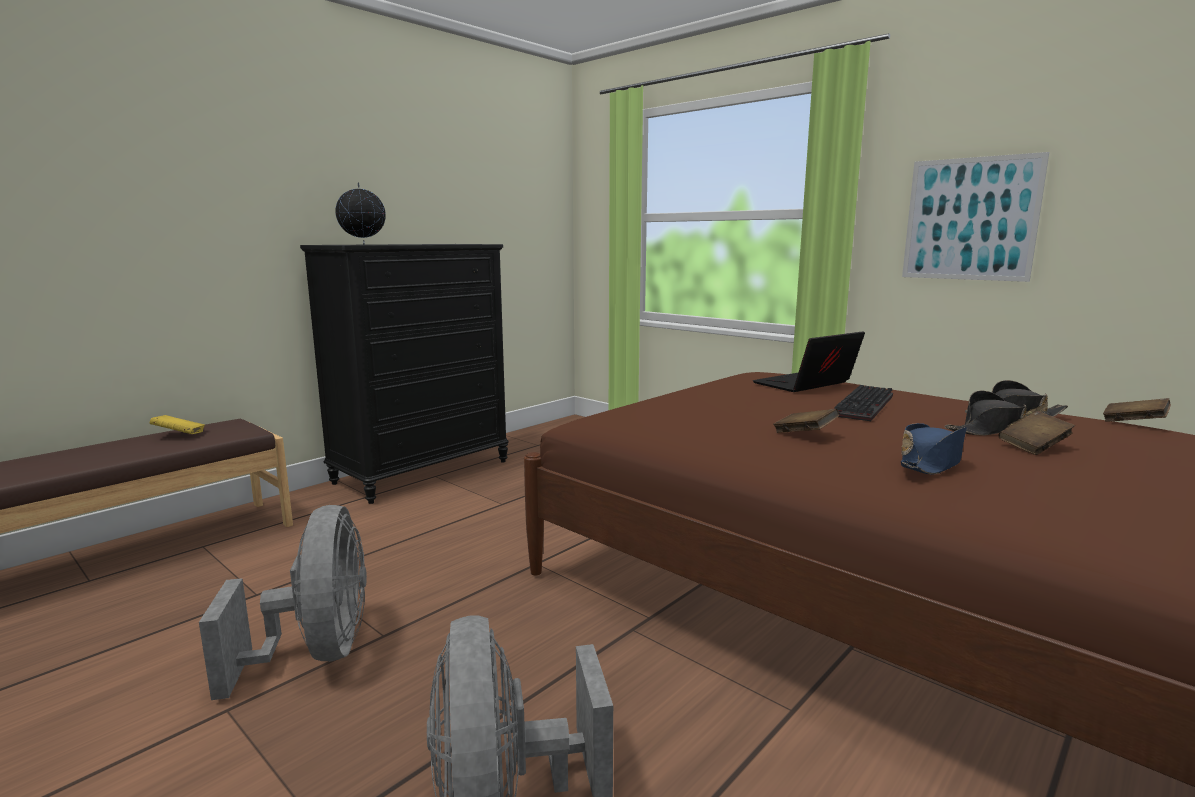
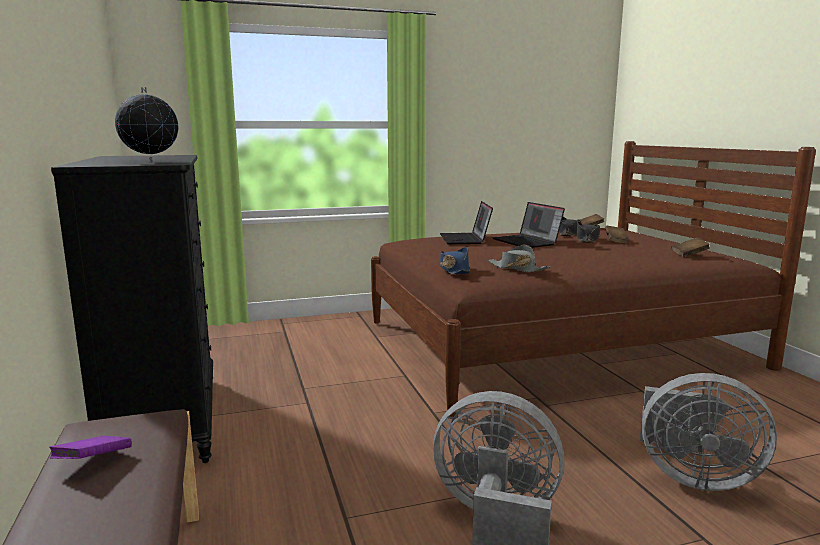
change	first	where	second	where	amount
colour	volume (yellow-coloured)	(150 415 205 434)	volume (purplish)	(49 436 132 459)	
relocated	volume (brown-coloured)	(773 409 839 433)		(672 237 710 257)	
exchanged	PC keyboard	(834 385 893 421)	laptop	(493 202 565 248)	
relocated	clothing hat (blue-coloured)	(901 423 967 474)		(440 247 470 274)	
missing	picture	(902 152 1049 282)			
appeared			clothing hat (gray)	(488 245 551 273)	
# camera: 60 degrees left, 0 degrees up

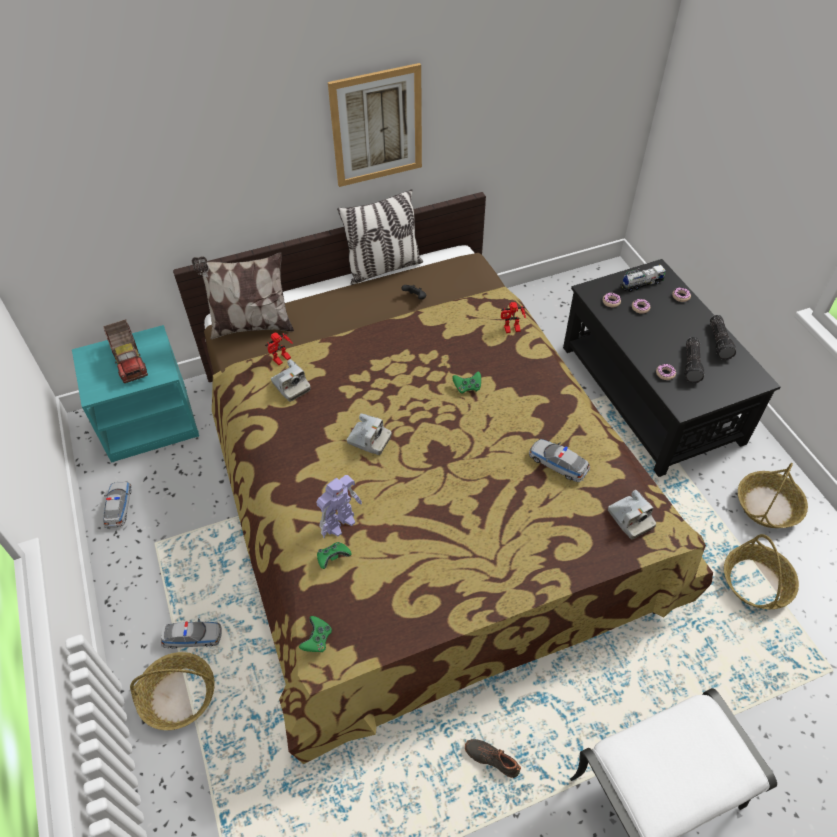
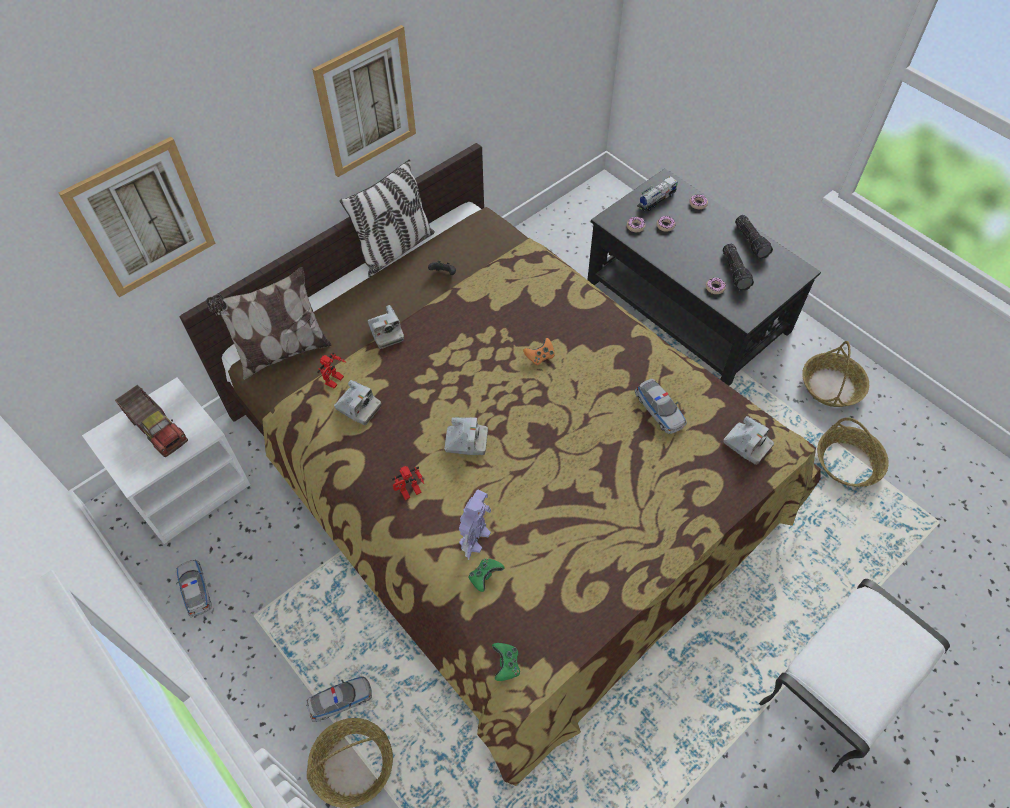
change	first	where	second	where	amount
colour	nightstand (turquoise)	(72 325 199 463)	nightstand (whitish)	(82 378 251 544)	
colour	game controller (green-coloured)	(452 372 481 394)	game controller (orange)	(523 338 555 365)	
missing	item of footwear (black-coloured)	(465 739 521 778)			
relocated	robot figure	(501 302 526 333)		(392 466 424 500)	
spun	miniature car	(529 439 590 482)		(635 379 686 434)	135 degrees counterclockwise
appeared			picture	(58 137 216 297)	
appeared			photo camera	(368 305 404 349)	
# camera: 20 degrees left, 5 degrees up

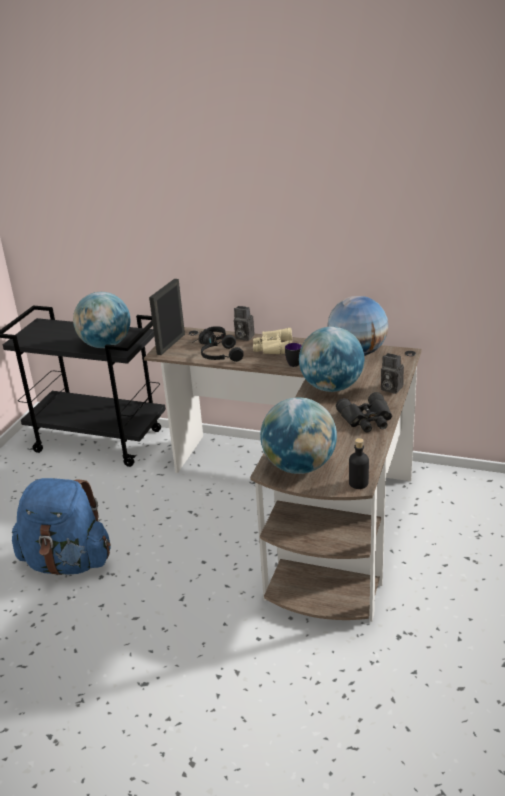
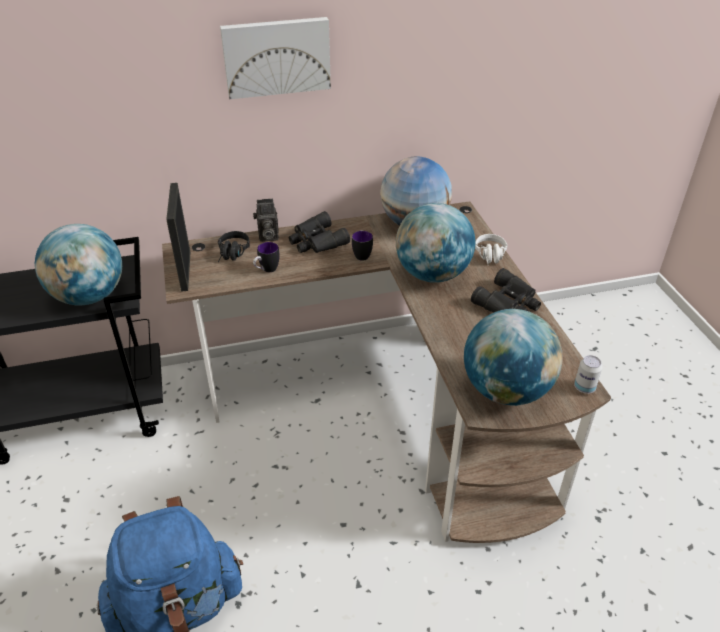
change	first	where	second	where	amount
exchanged	headset (black-coloured)	(201 335 244 362)	tea mug	(253 242 280 272)	
colour	binoculars (beige-coloured)	(253 328 293 354)	binoculars (black-coloured)	(289 211 350 253)	
exchanged	beverage bottle (black-coloured)	(349 438 369 489)	sealed can	(574 355 602 394)	
exchanged	photo camera	(381 353 404 394)	headset (whitish)	(475 234 508 266)	
appeared			picture	(220 17 331 99)	
# camera: 35 degrees left, 10 degrees up

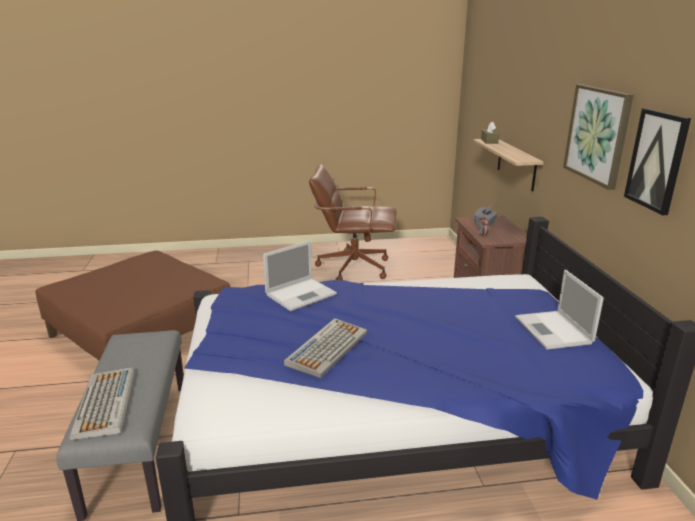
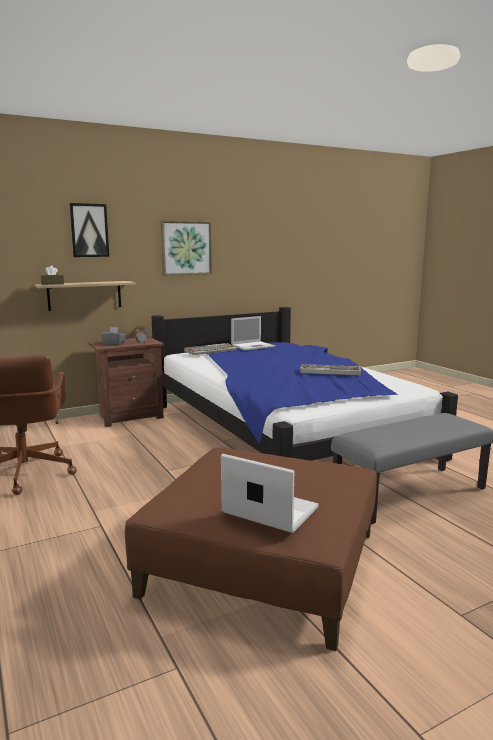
change	first	where	second	where	amount
relocated	PC keyboard	(69 367 135 440)		(184 343 237 355)	
relocated	laptop	(263 241 337 311)		(221 454 319 533)	
relocated	picture	(624 108 691 215)		(69 203 109 257)	
# camera: 110 degrees left, 10 degrees down

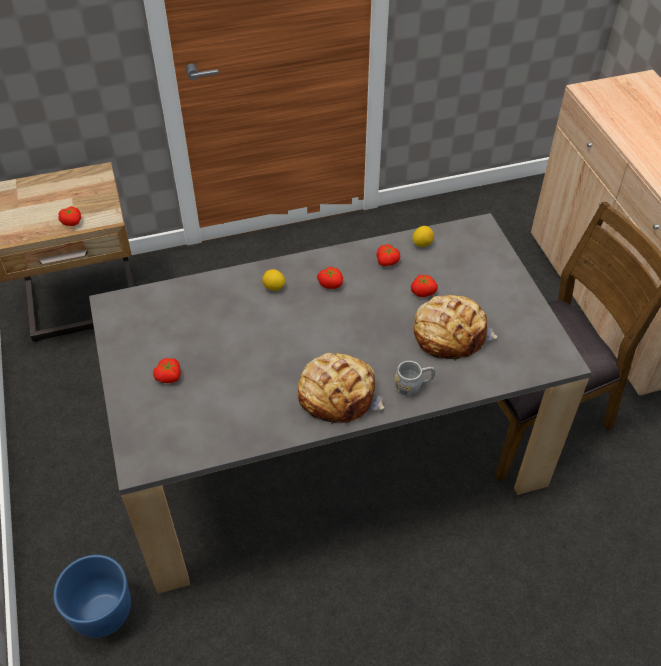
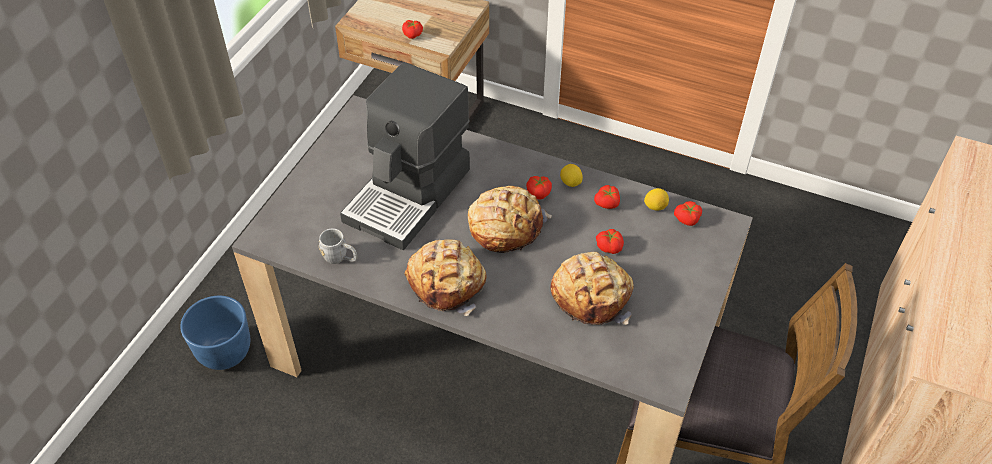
change	first	where	second	where	amount
relocated	fresh tomato	(153 358 181 383)		(674 201 702 226)	
relocated	citrus fruit	(262 269 286 291)		(560 164 583 187)	
relocated	tea mug (gray)	(395 361 435 396)		(319 228 358 264)	
appeared			coffee machine	(340 62 470 250)	
appeared			baked bread	(468 186 552 253)	
# camera: 40 degrees right, 0 degrees up

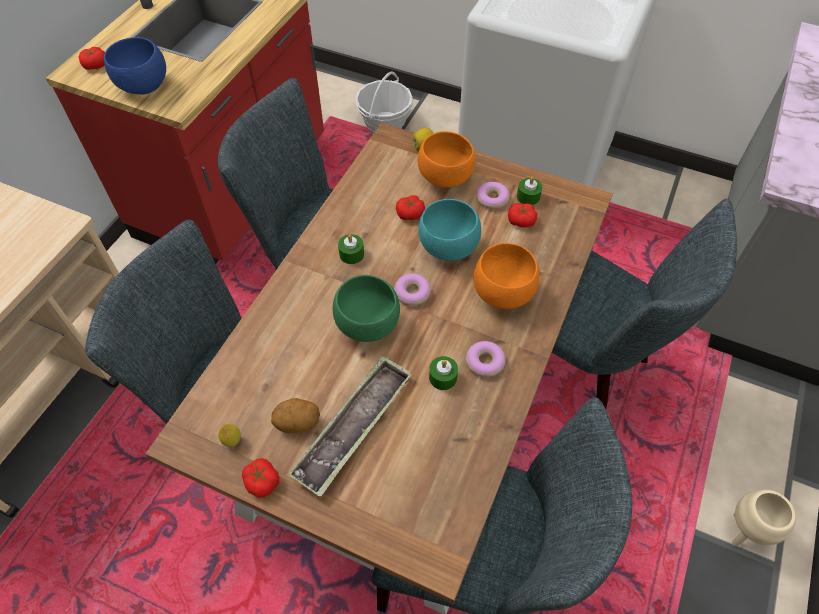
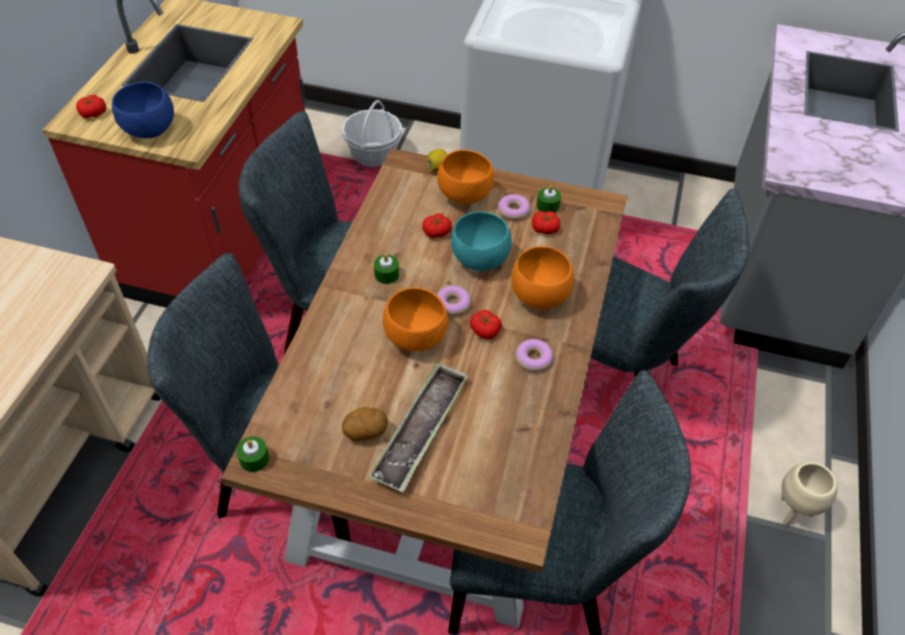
change	first	where	second	where	amount
missing	citrus fruit	(218 424 241 447)			
relocated	fresh tomato	(242 458 279 498)		(470 310 502 340)	
colour	bowl (green-coloured)	(333 275 400 342)	bowl (orange)	(383 287 448 351)	
relocated	wax light (green-coloured)	(429 356 458 390)		(236 436 269 472)	
# camera: 10 degrees left, 5 degrees down

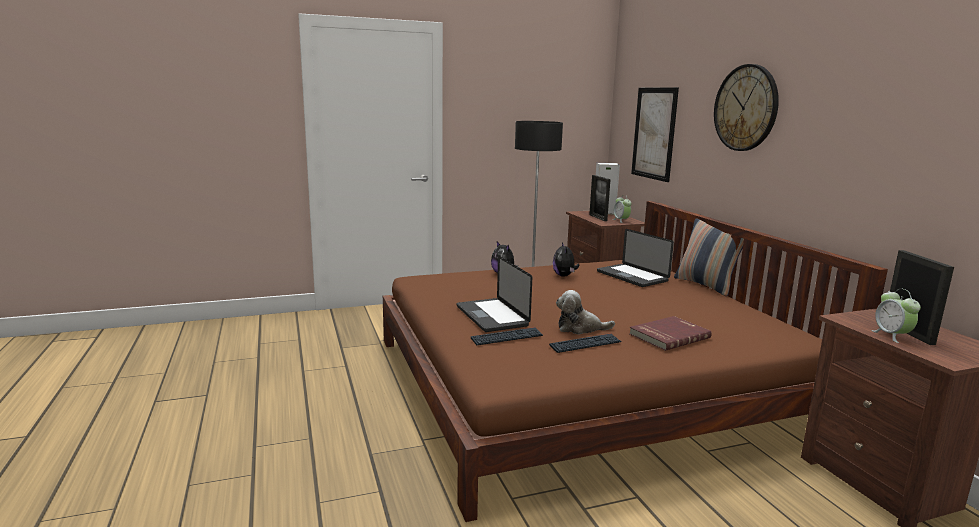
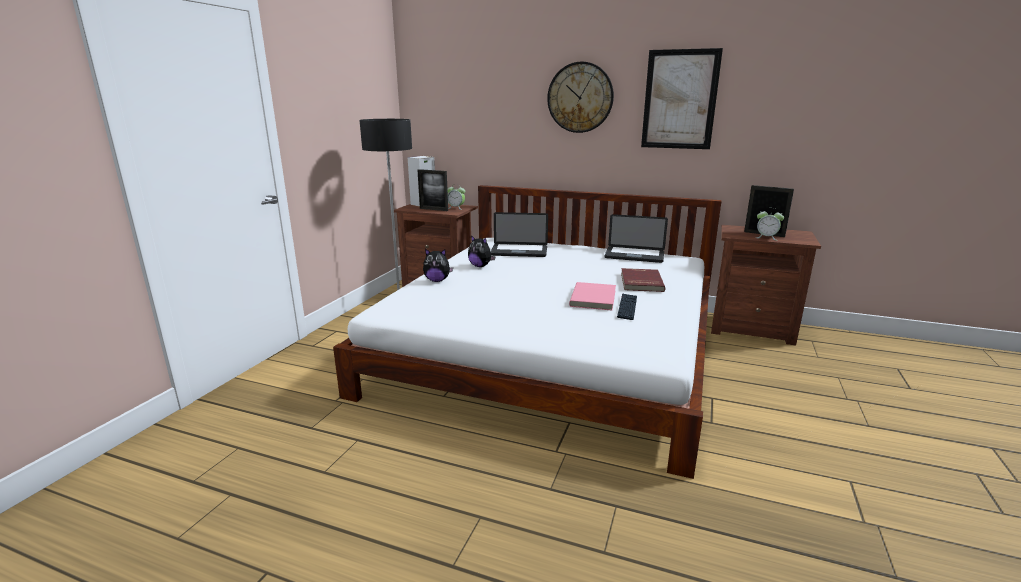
change	first	where	second	where	amount
colour	bedroom bed (brown-coloured)	(383 201 888 522)	bedroom bed (whitish)	(333 185 721 479)	
relocated	laptop	(457 256 532 332)		(605 214 668 263)	
missing	PC keyboard	(471 327 543 345)			
exchanged	cuddly toy	(556 290 615 335)	volume (pinkish)	(569 282 616 311)	
relocated	picture	(631 87 679 182)		(641 48 723 149)	
missing	cushion	(674 219 744 296)			
# camera: 50 degrees left, 5 degrees up

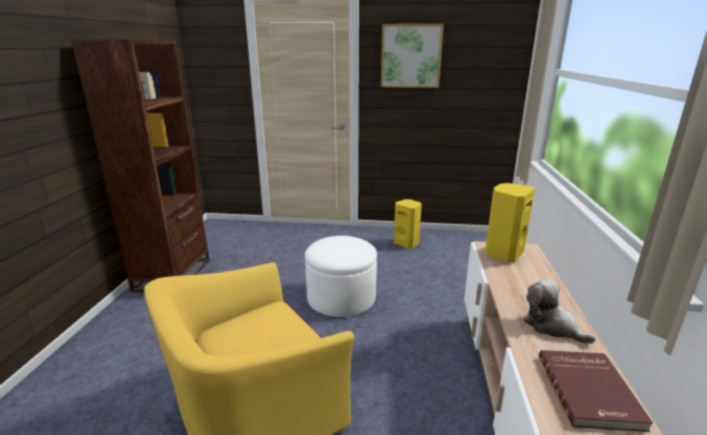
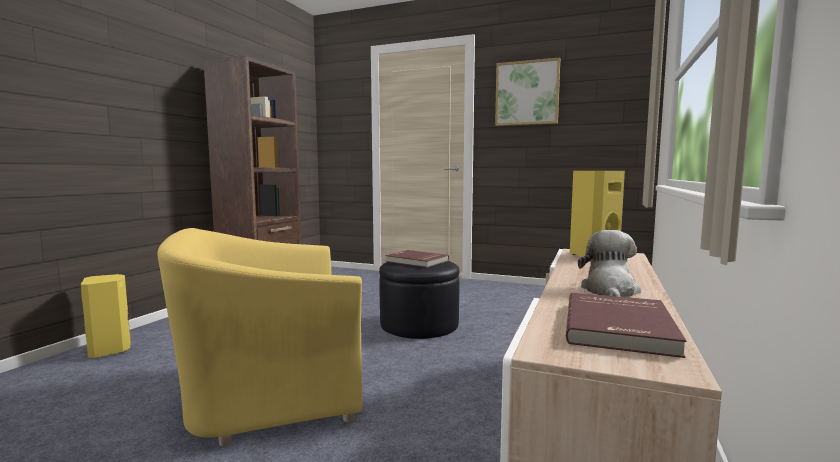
change	first	where	second	where	amount
colour	pouffe (whitish)	(305 236 377 317)	pouffe (black-coloured)	(379 261 460 339)	
relocated	audio speaker (yellow-coloured)	(394 199 422 249)		(81 274 131 358)	
spun	cuddly toy	(523 279 596 344)		(578 230 641 297)	45 degrees clockwise
appeared			volume (red-coloured)	(385 250 449 268)	
# camera: 15 degrees right, 15 degrees down

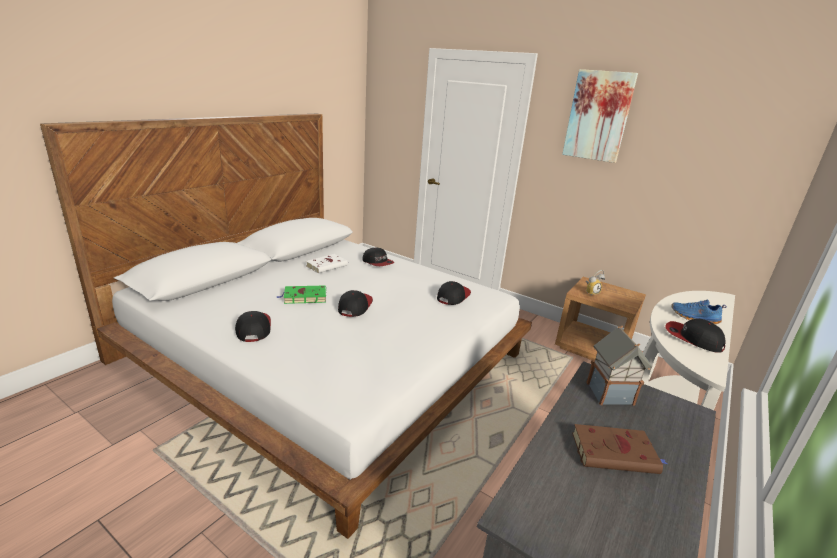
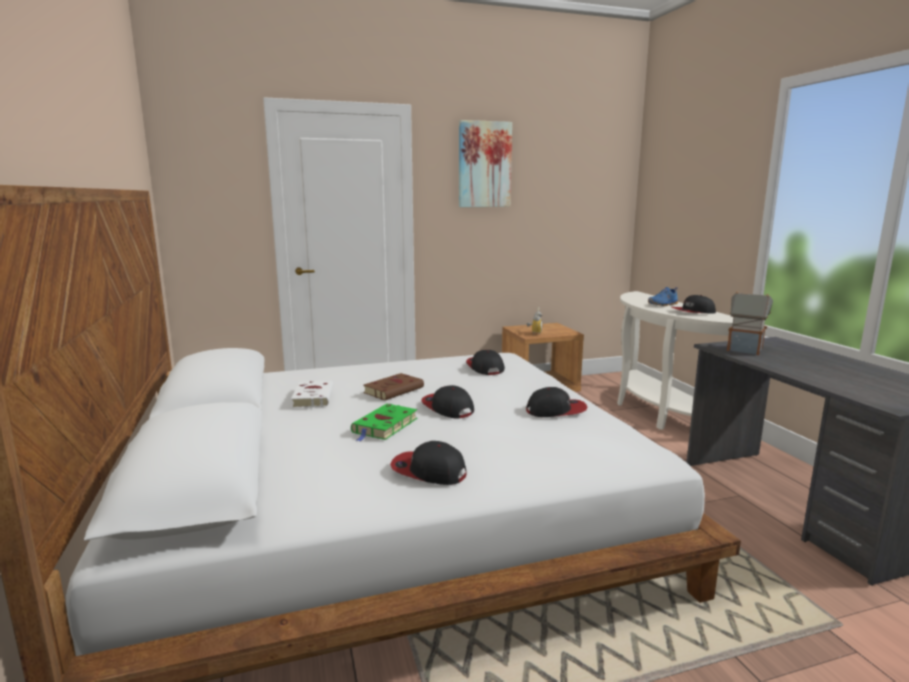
change	first	where	second	where	amount
relocated	peaked cap	(362 248 394 266)		(526 387 588 417)	
relocated	volume (brown-coloured)	(572 424 667 474)		(363 373 424 400)	
# camera: 50 degrees left, 10 degrees down

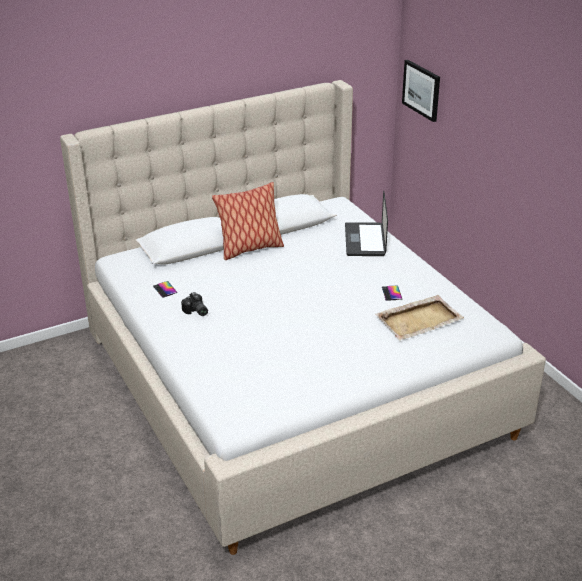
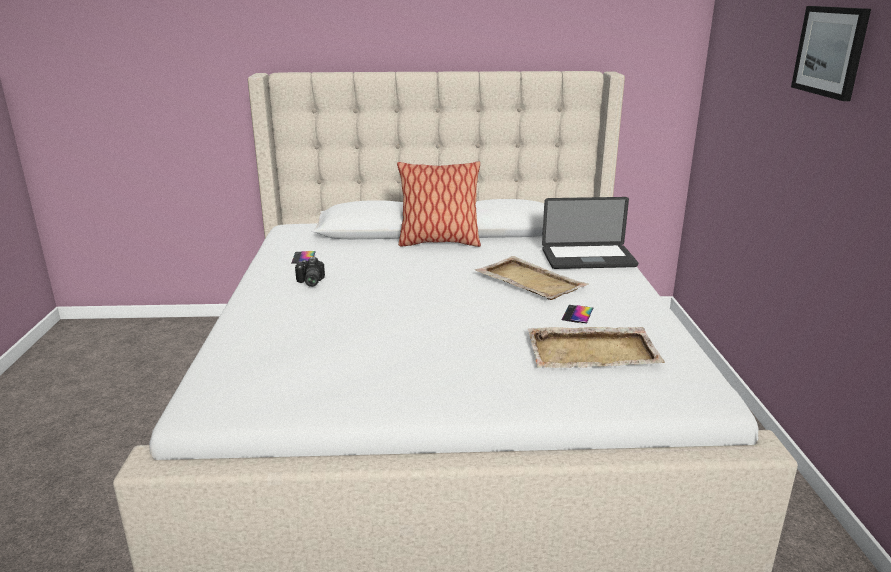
change	first	where	second	where	amount
spun	laptop	(345 190 388 256)		(542 197 638 269)	120 degrees counterclockwise
relocated	picture	(402 60 440 122)		(791 6 871 101)	
appeared			tray (beige-coloured)	(475 256 589 300)	
# camera: 25 degrees right, 10 degrees down

